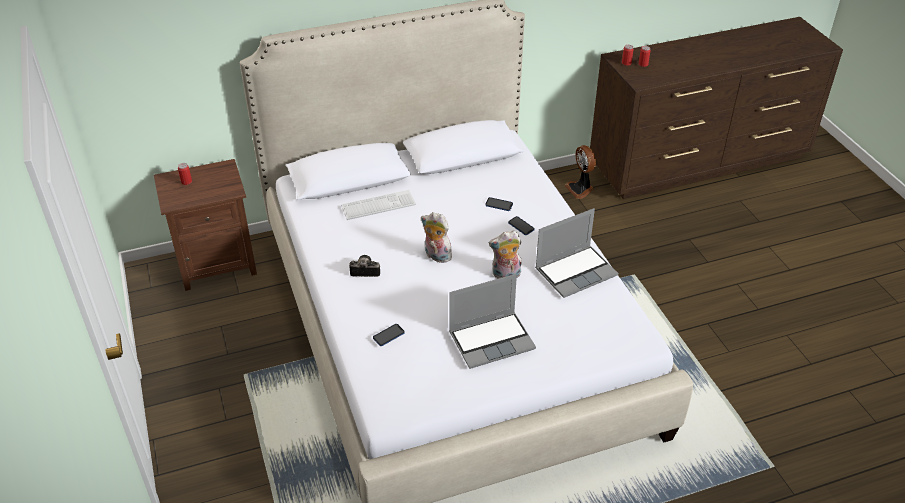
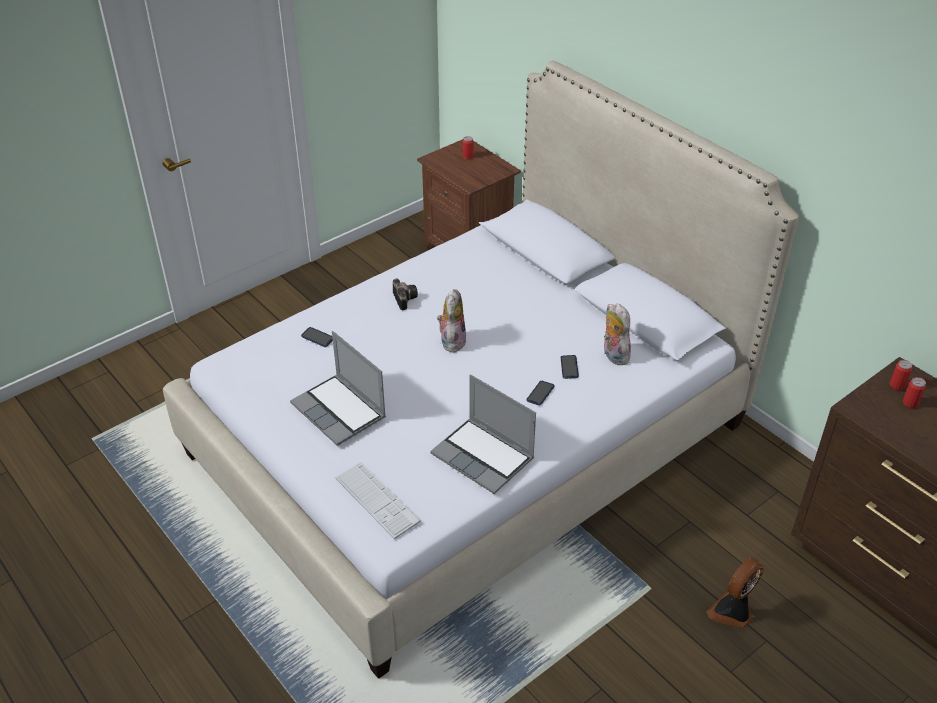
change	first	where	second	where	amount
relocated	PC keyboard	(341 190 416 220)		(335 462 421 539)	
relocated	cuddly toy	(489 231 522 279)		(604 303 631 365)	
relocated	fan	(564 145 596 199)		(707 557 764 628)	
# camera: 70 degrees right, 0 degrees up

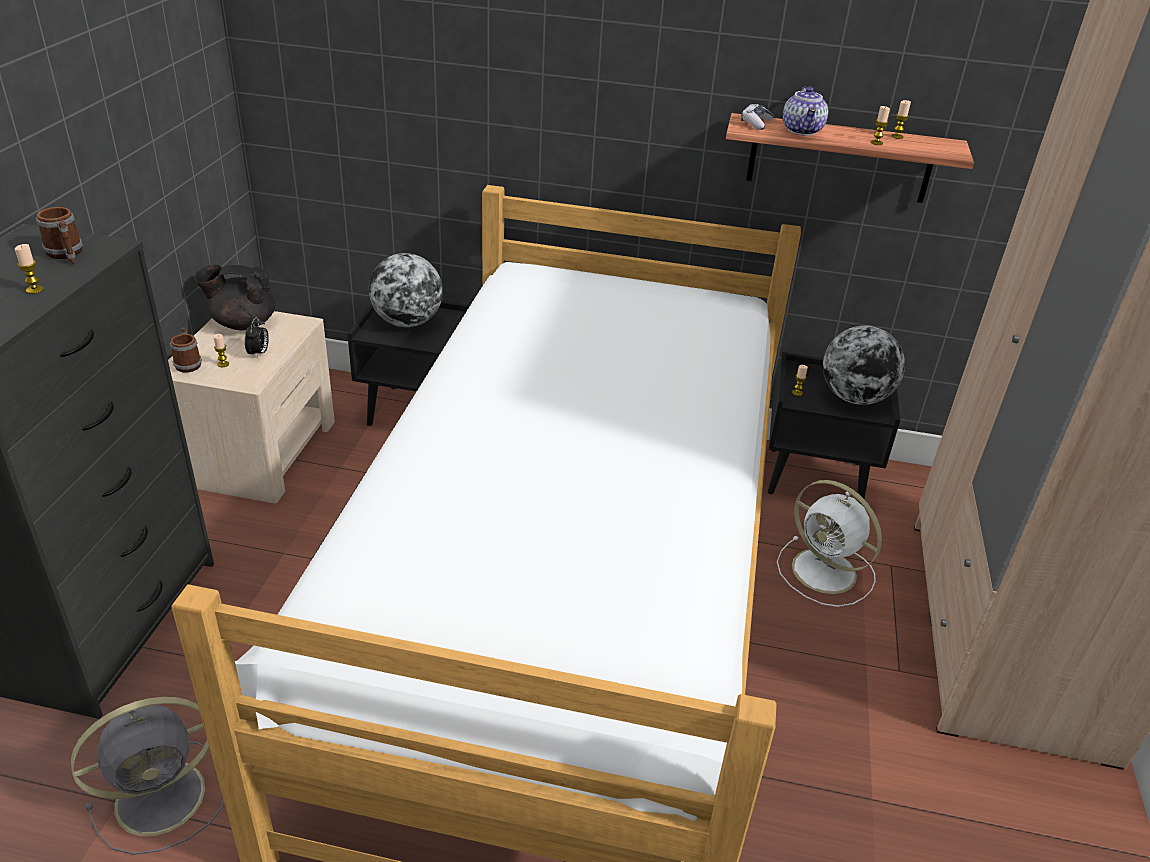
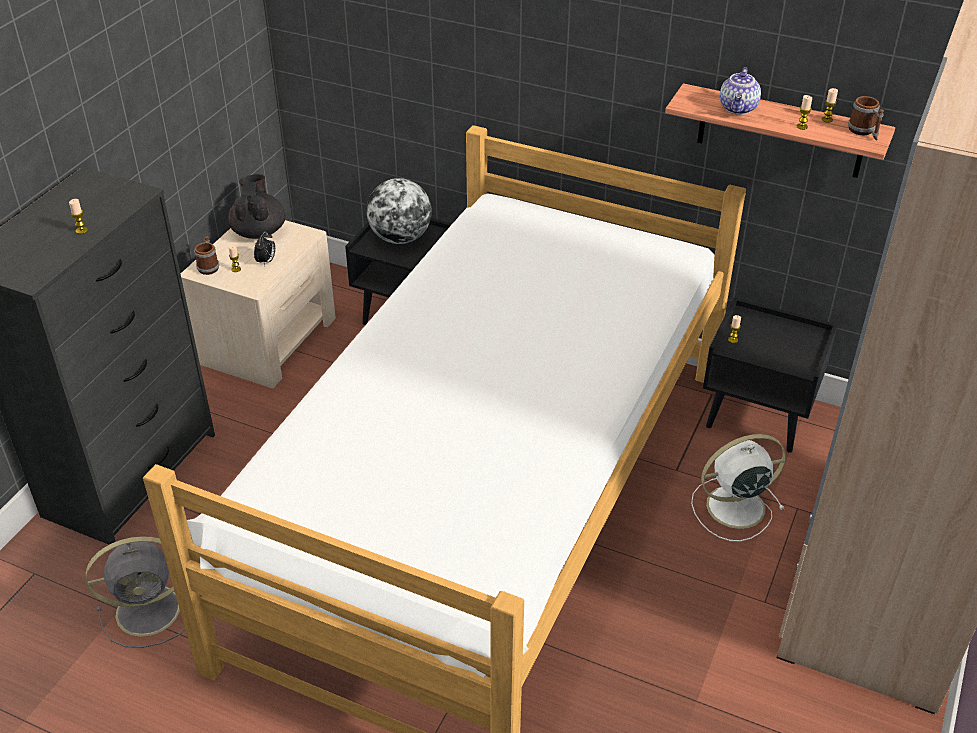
change	first	where	second	where	amount
relocated	tea mug	(36 207 83 264)		(848 96 884 141)	
spun	pot for tea (black-coloured)	(194 265 276 330)		(228 174 286 239)	75 degrees clockwise
missing	game controller	(741 104 774 130)			
spun	fan (whitish)	(777 480 882 607)		(691 434 786 542)	105 degrees clockwise
missing	world globe	(823 325 905 405)			
# camera: 15 degrees right, 5 degrees up

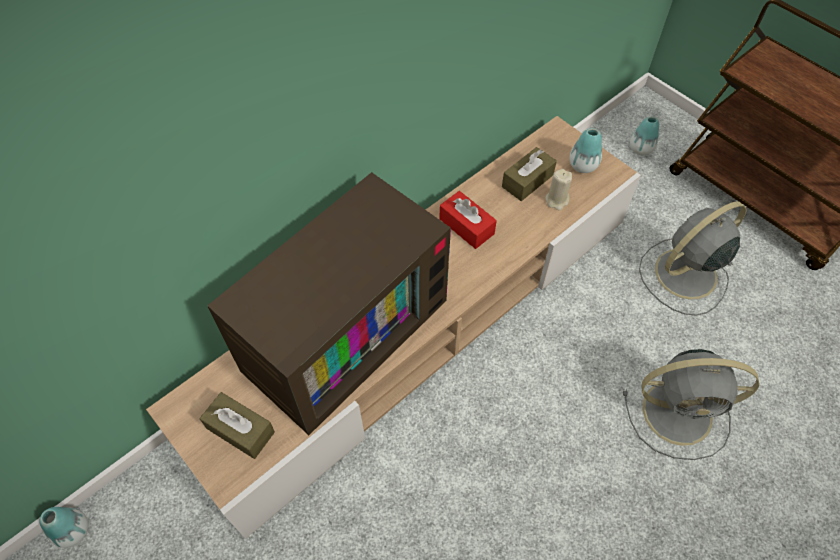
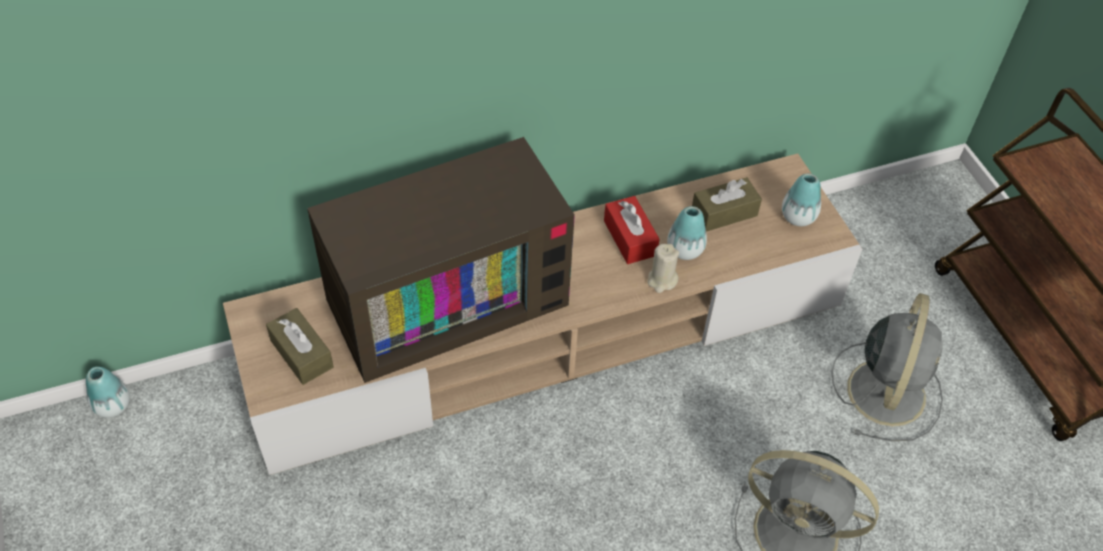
change	first	where	second	where	amount
relocated	wax light (beige-coloured)	(545 169 572 211)		(647 244 679 293)	
relocated	flower vase	(630 116 659 155)		(667 206 707 260)	
spun	fan (gray)	(639 201 747 316)		(831 293 943 441)	120 degrees clockwise
# camera: 20 degrees right, 5 degrees down

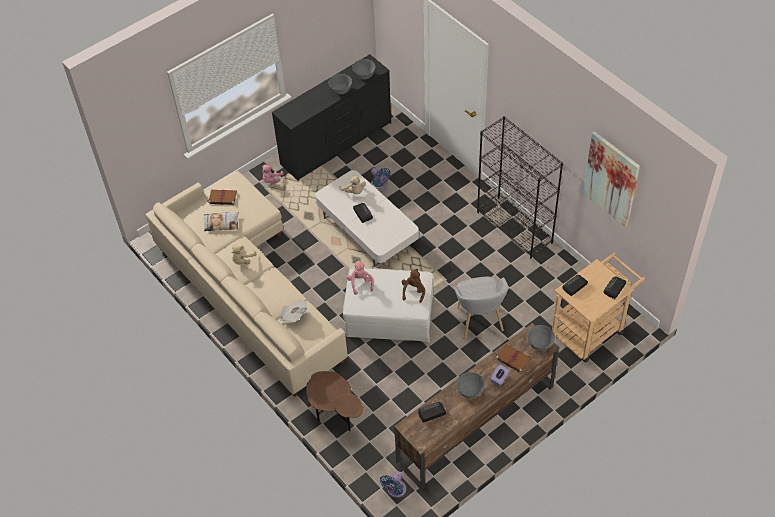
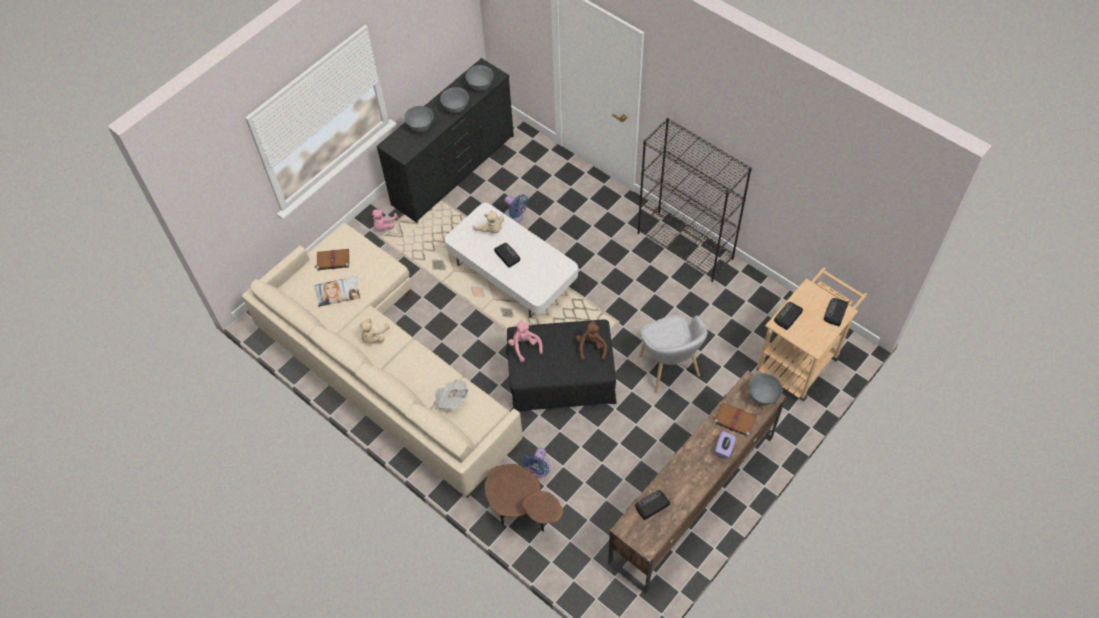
change	first	where	second	where	amount
colour	pouffe (whitish)	(343 268 433 343)	pouffe (black-coloured)	(506 319 617 411)	
relocated	fan (blue-coloured)	(380 471 406 498)		(521 448 551 478)	
relocated	bowl (gray)	(457 372 485 399)		(404 106 434 132)	
missing	picture	(583 131 640 227)			
# camera: 10 degrees left, 5 degrees up

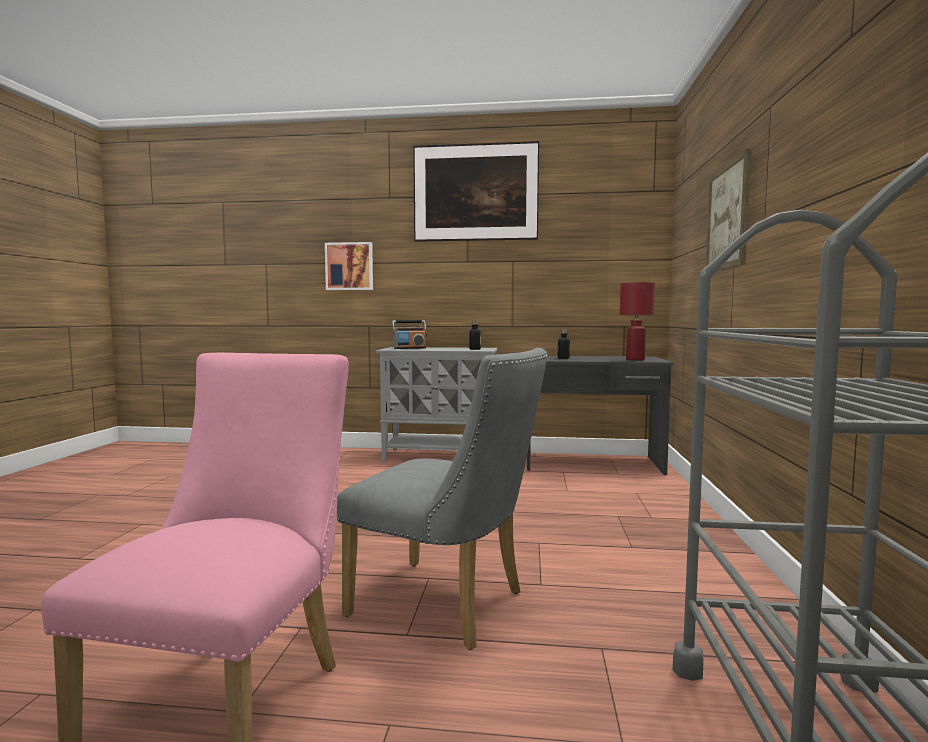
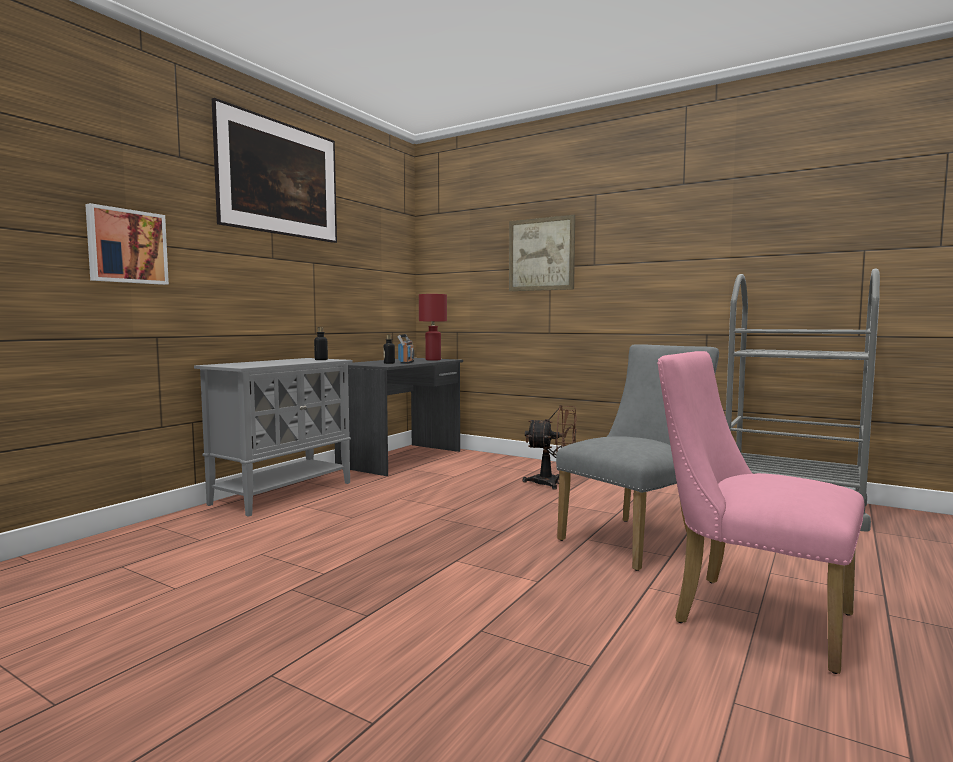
change	first	where	second	where	amount
relocated	radio receiver	(392 320 427 349)		(397 334 414 364)	
appeared			fan (brown-coloured)	(523 405 577 490)	
# camera: 65 degrees left, 0 degrees up

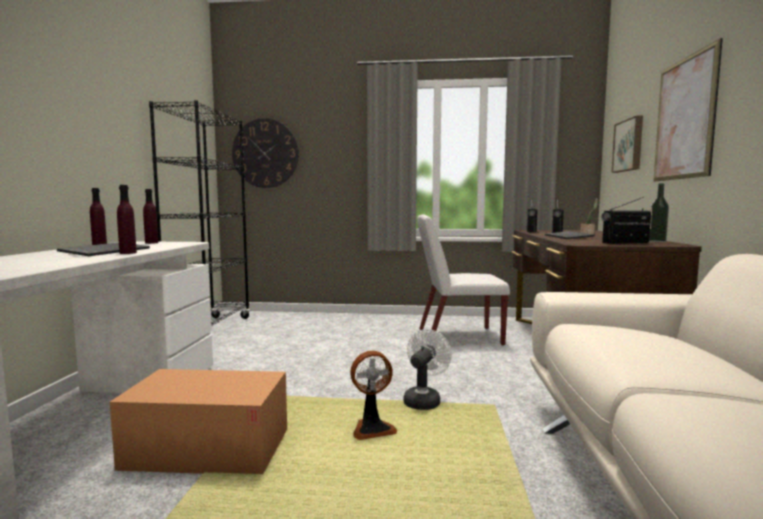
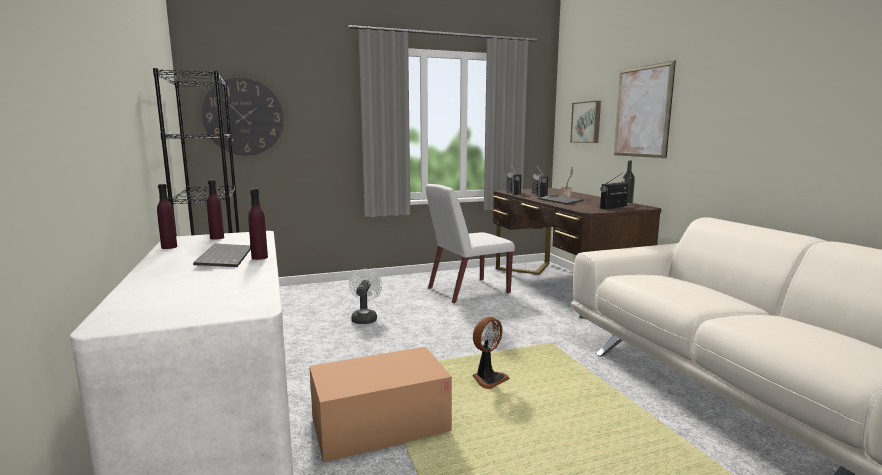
change	first	where	second	where	amount
relocated	fan (whitish)	(404 329 452 410)		(349 269 382 324)	
# camera: 25 degrees left, 5 degrees up

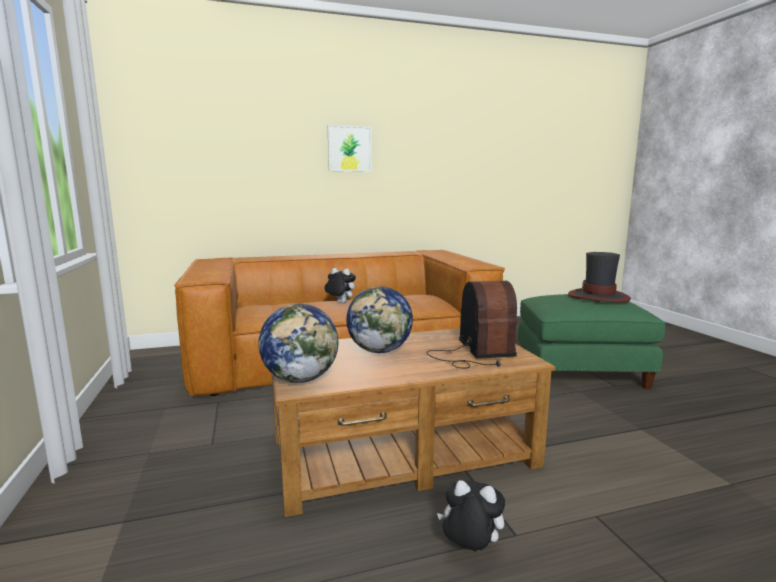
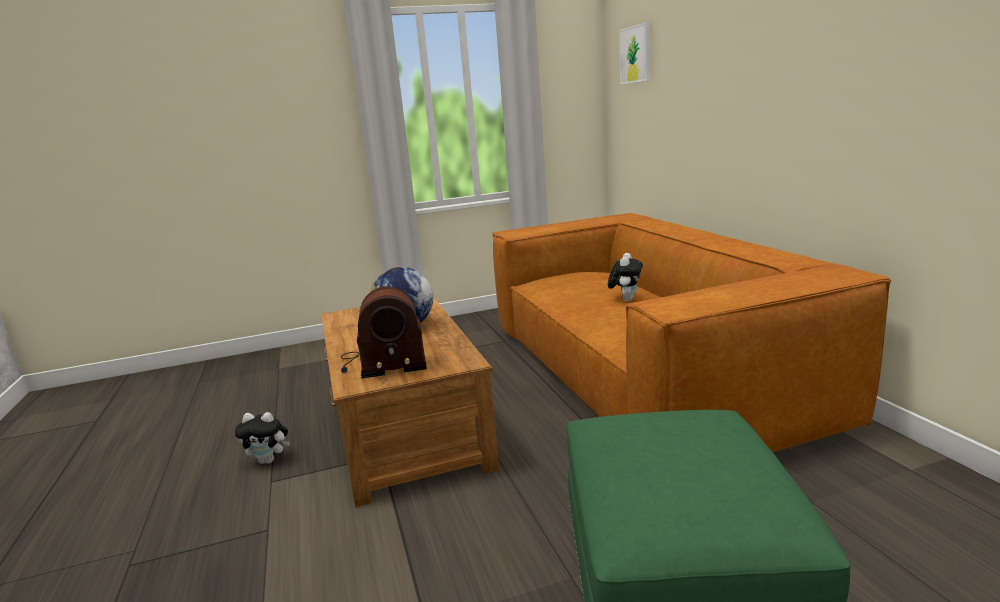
change	first	where	second	where	amount
missing	world globe	(258 303 338 383)			
relocated	picture	(328 125 372 172)		(619 22 650 85)	
spun	cuddly toy	(437 480 505 551)		(235 412 290 464)	75 degrees clockwise
missing	clothing hat	(568 252 631 303)			
# camera: 90 degrees right, 5 degrees up

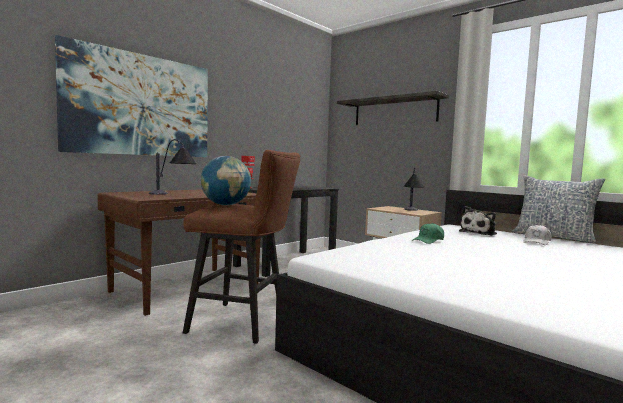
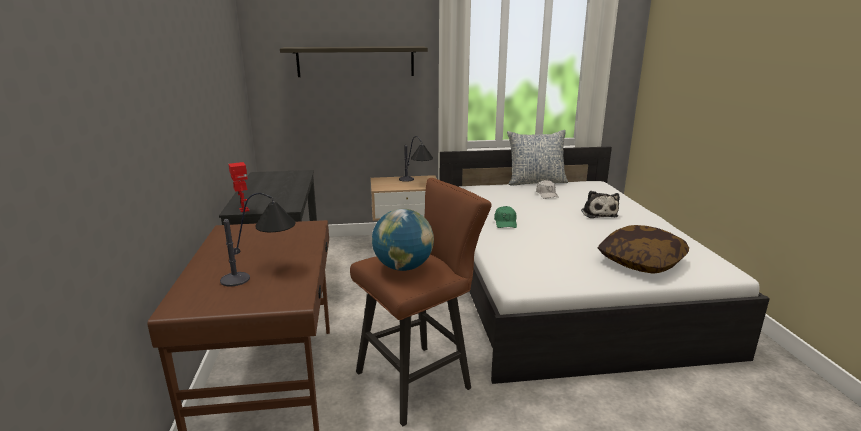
change	first	where	second	where	amount
missing	picture	(55 35 208 157)			
relocated	cuddly toy	(459 206 497 236)		(581 191 620 218)	
appeared			cushion	(598 225 689 274)	
# camera: 50 degrees left, 15 degrees up

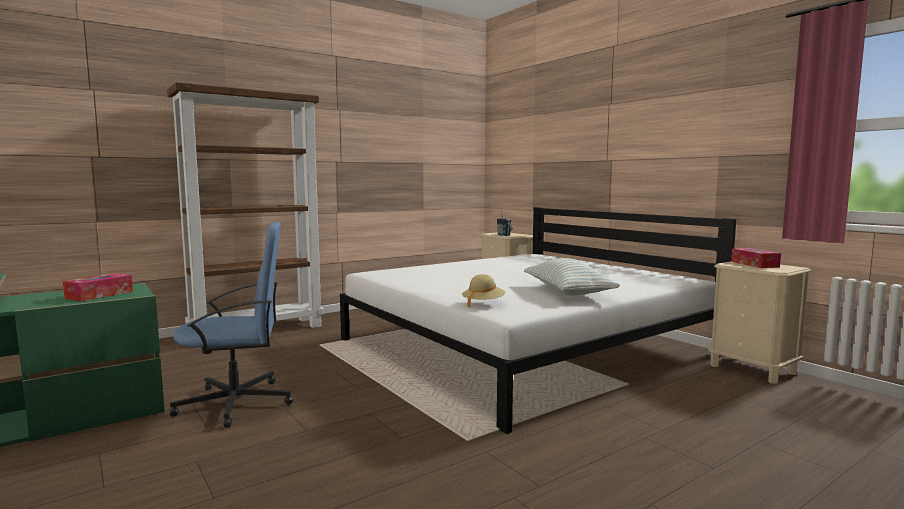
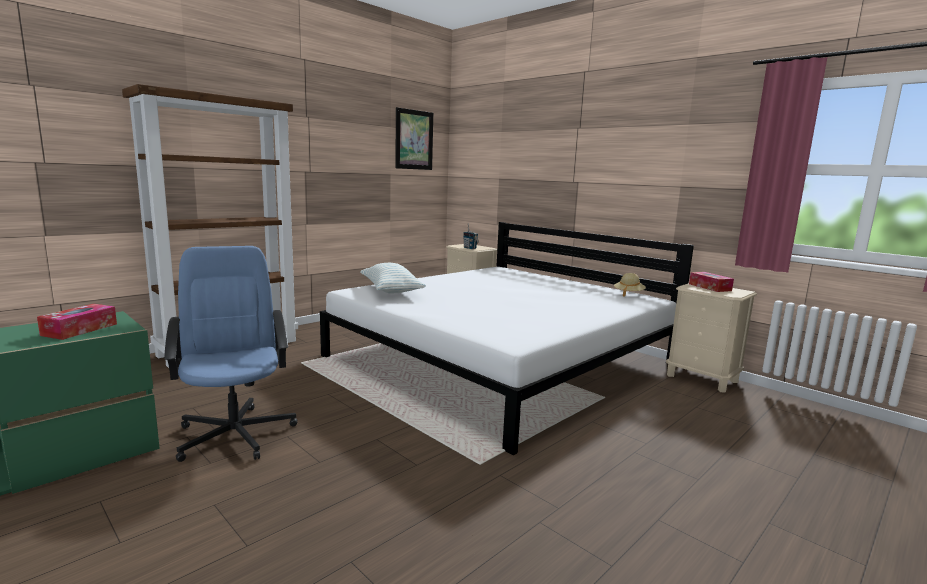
change	first	where	second	where	amount
spun	office chair (blue-coloured)	(170 222 293 427)		(164 246 297 462)	90 degrees counterclockwise
relocated	clothing hat (beige-coloured)	(462 274 506 308)		(614 273 646 297)	
relocated	cushion	(524 258 620 295)		(360 263 426 293)	
appeared			picture	(395 107 433 170)	
# camera: 10 degrees left, 5 degrees up

